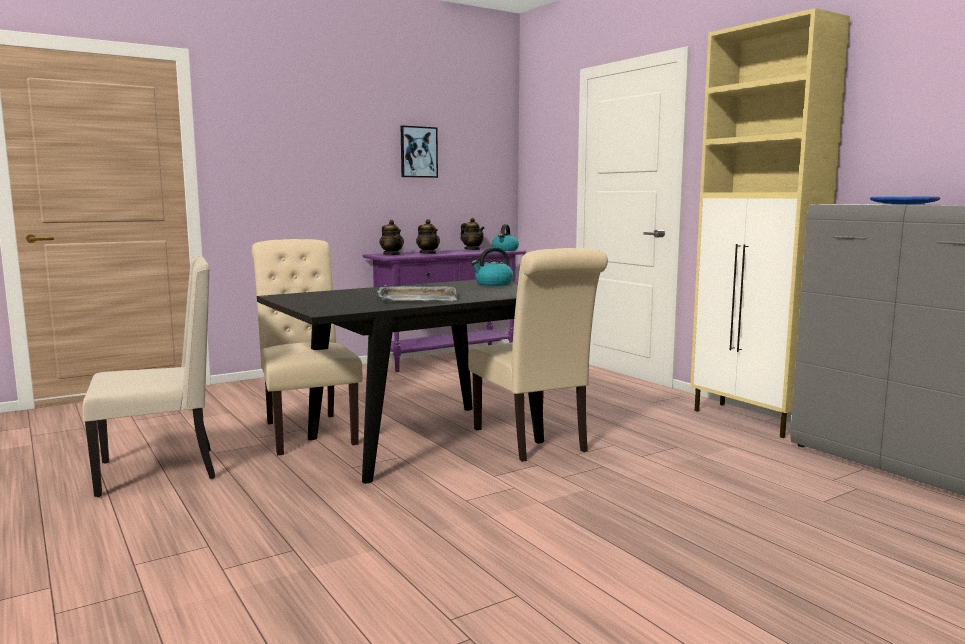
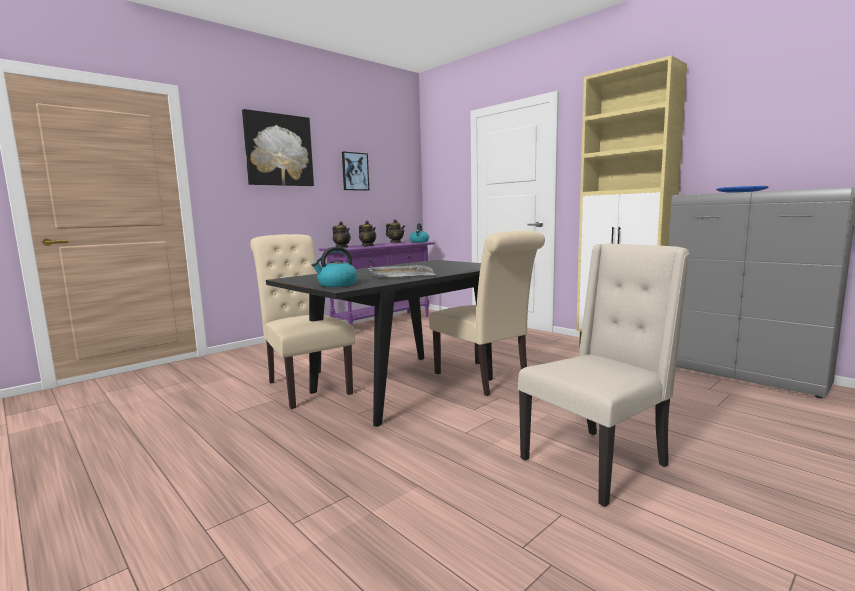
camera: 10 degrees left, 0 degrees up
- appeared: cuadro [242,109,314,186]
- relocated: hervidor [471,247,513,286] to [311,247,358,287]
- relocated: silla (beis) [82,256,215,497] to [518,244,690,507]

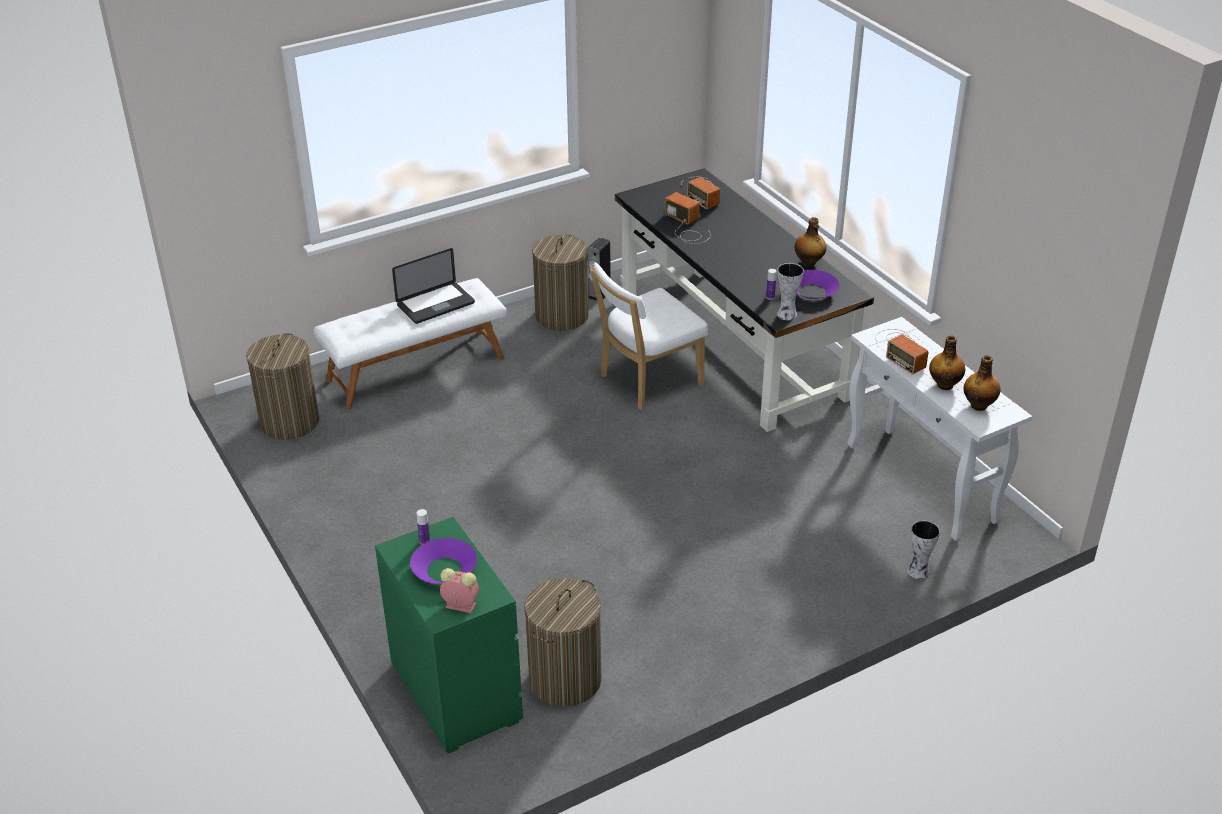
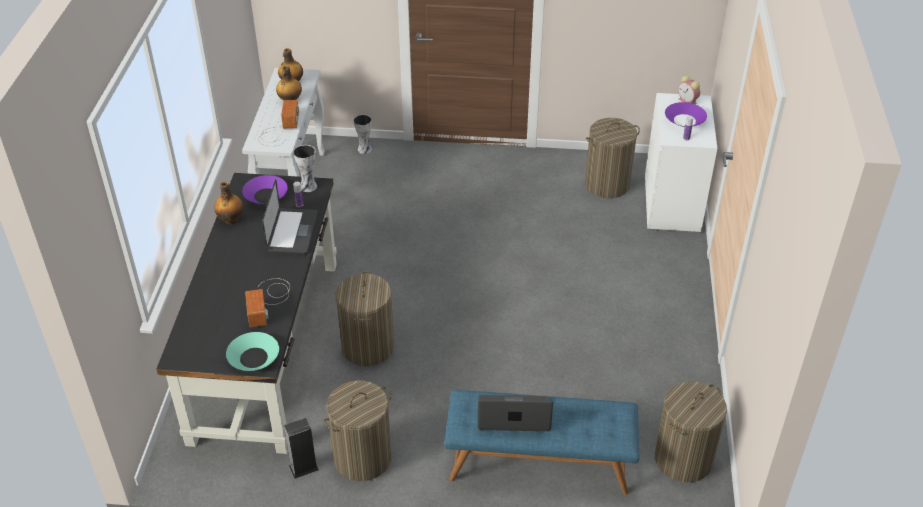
camera: 145 degrees left, 5 degrees up
- appeared: cuenco (turquesa) [226,332,279,371]
- appeared: portátil [262,179,318,254]
- exchanged: silla (blanco) [590,262,708,410] to cesto de la ropa [336,271,394,366]
- colour: banco (blanco) [314,278,507,410] to banco (azul) [444,390,639,495]
- colour: cómoda (verde) [375,517,523,754] to cómoda (blanco) [645,93,717,234]
- missing: radio [681,177,720,209]

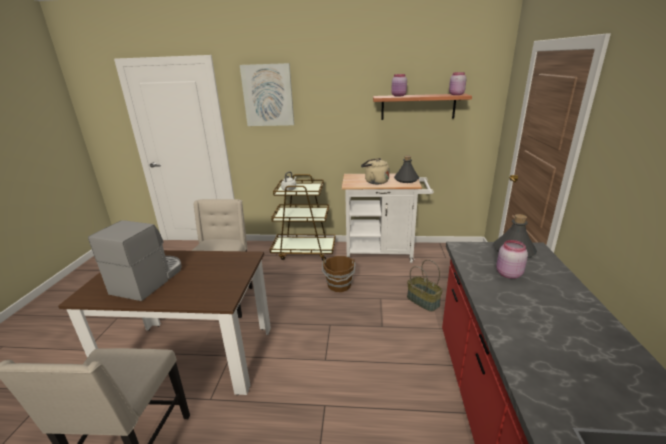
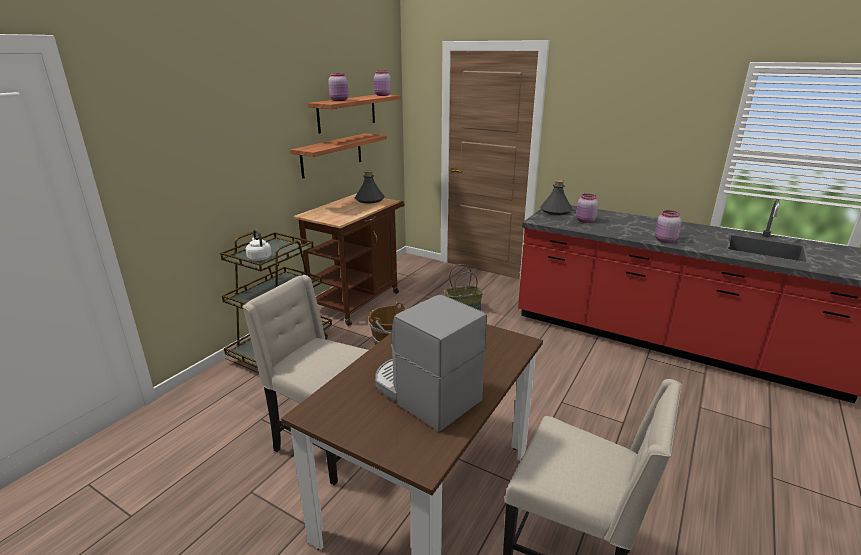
camera: 65 degrees left, 0 degrees up
- appeared: estante [291,133,387,179]
- colour: carrito (blanco) [341,173,434,263] to carrito (marrón) [294,193,405,326]
- appeared: tarro (rosa) [655,210,682,243]
- missing: cuadro [240,63,294,126]
- missing: hervidor (beis) [361,158,389,184]

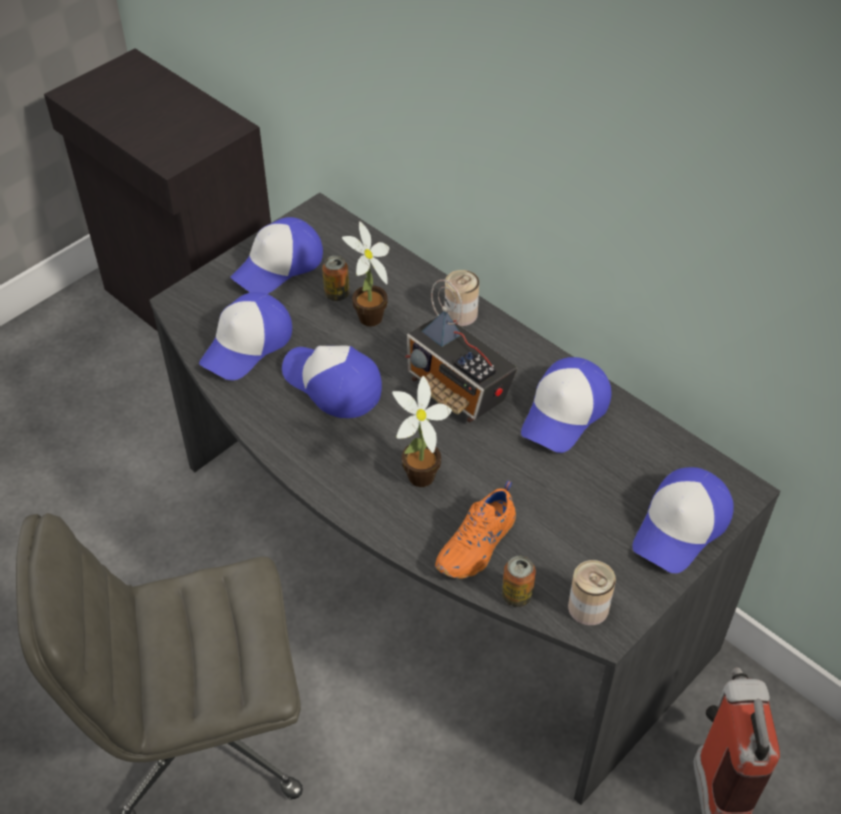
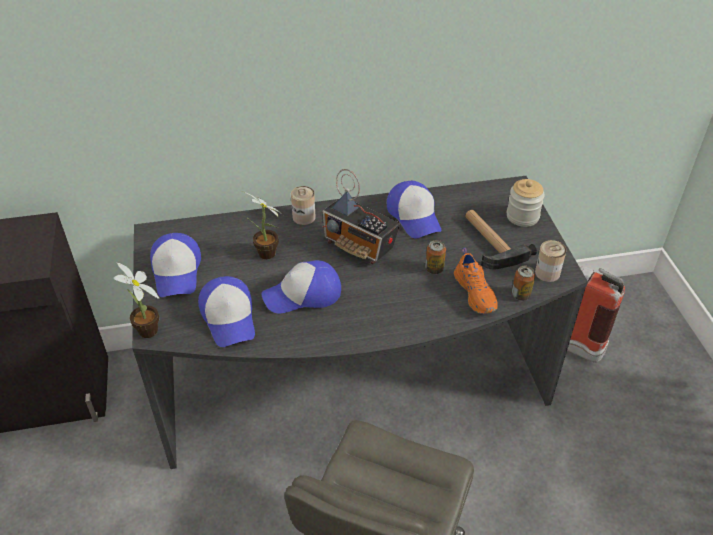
camera: 55 degrees left, 5 degrees down
- relocated: planta en maceta [392,375,452,487] to [113,262,159,338]
- spun: radio [405,279,517,423] = [322,169,400,265] 45 degrees clockwise
- relocated: lata [322,256,350,301] to [425,240,446,274]
- appeared: martillo [465,210,537,270]
- exchanged: gorra [632,467,734,573] to tarro [507,179,545,227]

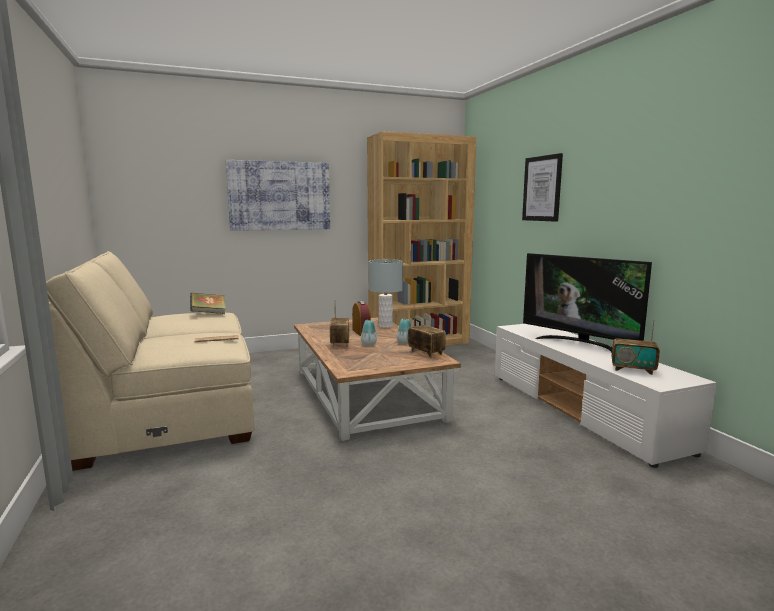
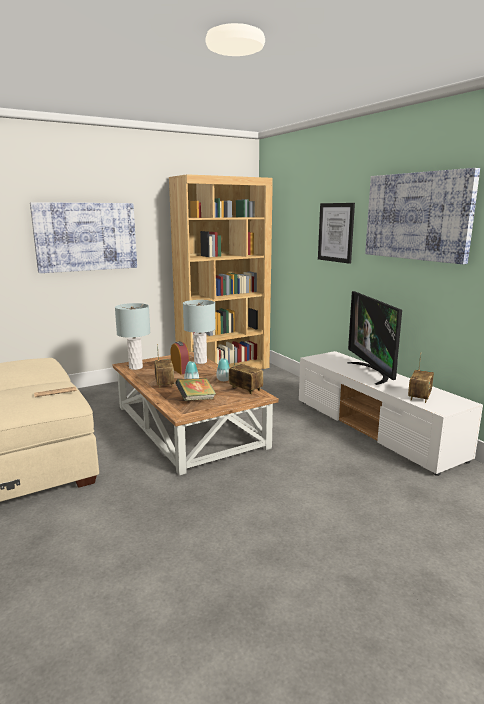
camera: 10 degrees left, 5 degrees up
- appeared: lámpara de mesa (gris) [115,303,150,370]
- relocated: libro [190,293,226,314] to [175,378,216,401]
- spun: televisor [523,253,652,353] = [348,291,402,385] 45 degrees clockwise
- appeared: cuadro [365,168,480,264]
- spun: radio [612,319,660,375] = [408,353,434,403] 75 degrees counterclockwise

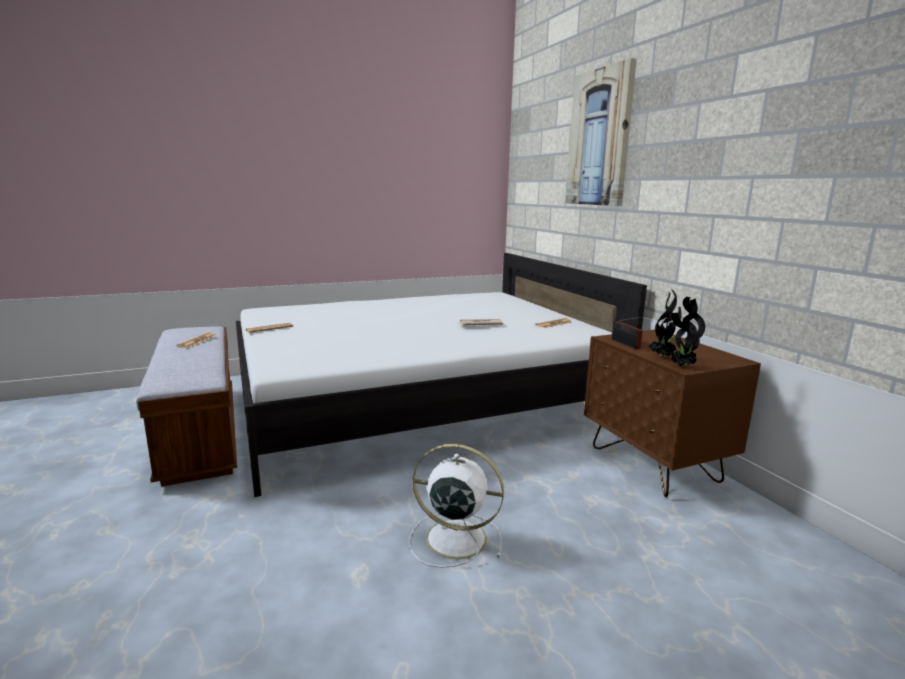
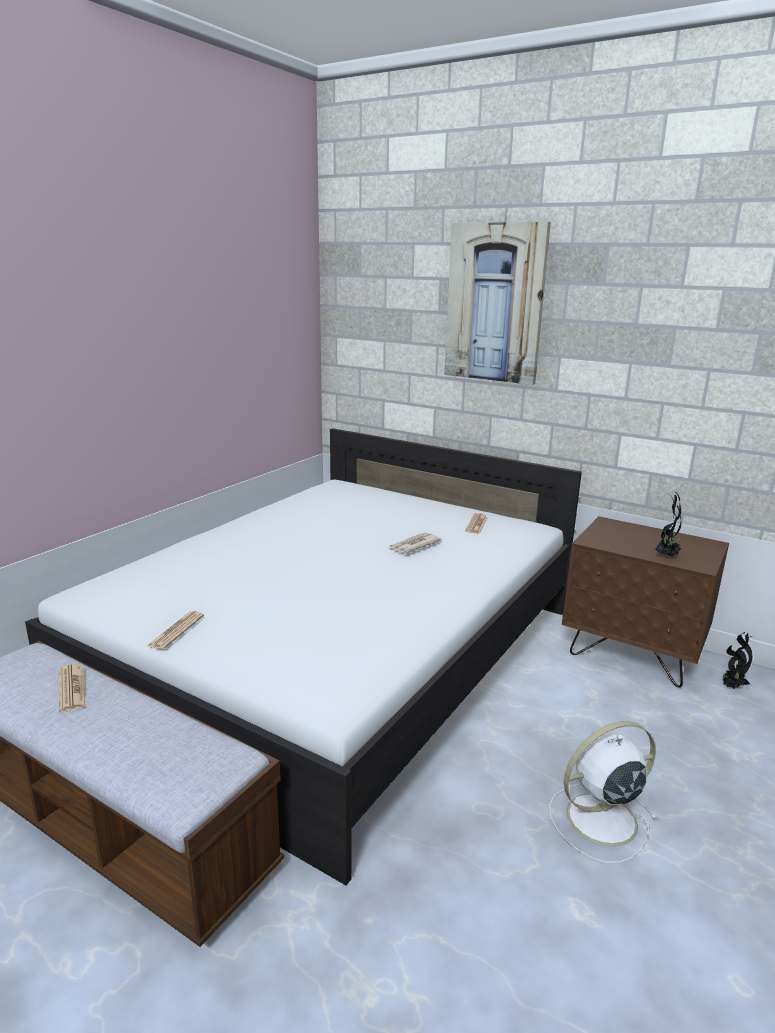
camera: 35 degrees left, 5 degrees up
- relocated: planta en maceta [671,297,705,367] to [722,632,752,689]
- missing: radio [612,316,647,349]

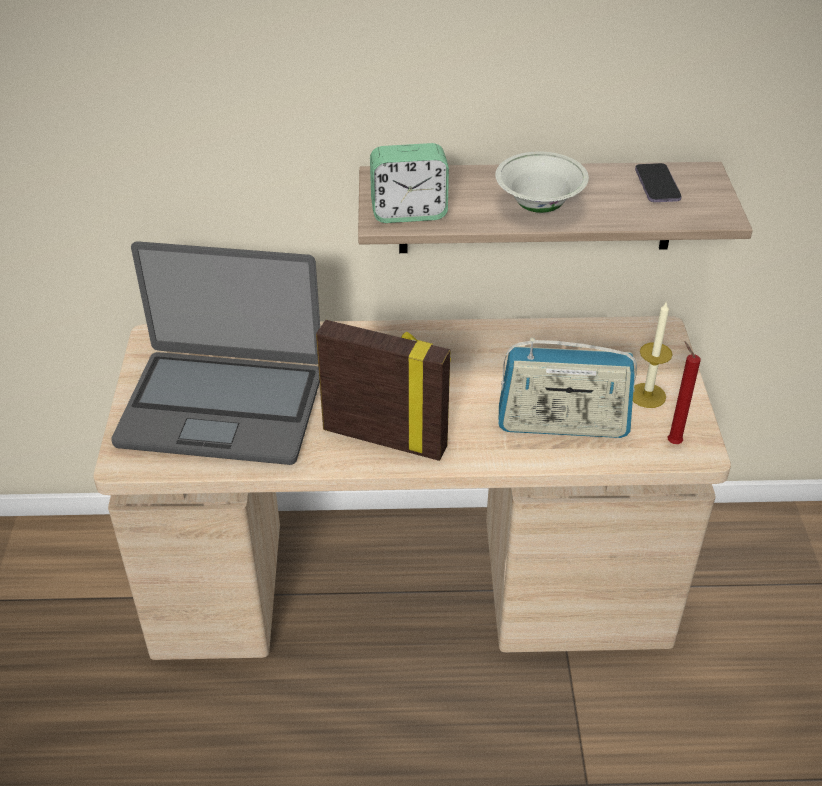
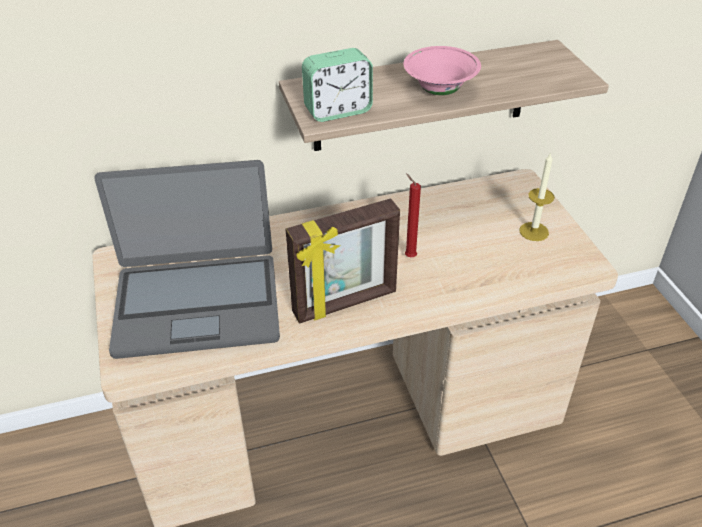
camera: 15 degrees left, 0 degrees up
- spun: portarretratos [316,320,451,461] = [285,198,400,323] 150 degrees clockwise
- colour: cuenco (blanco) [495,151,589,213] to cuenco (rosa) [403,46,481,95]
- relocated: vela (rojo) [668,341,701,444] to [405,174,421,257]
- missing: radio [498,338,637,438]
- missing: móvil [635,163,682,202]

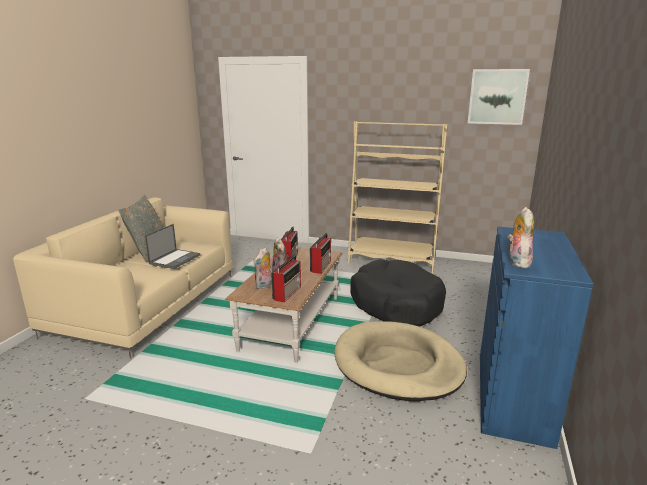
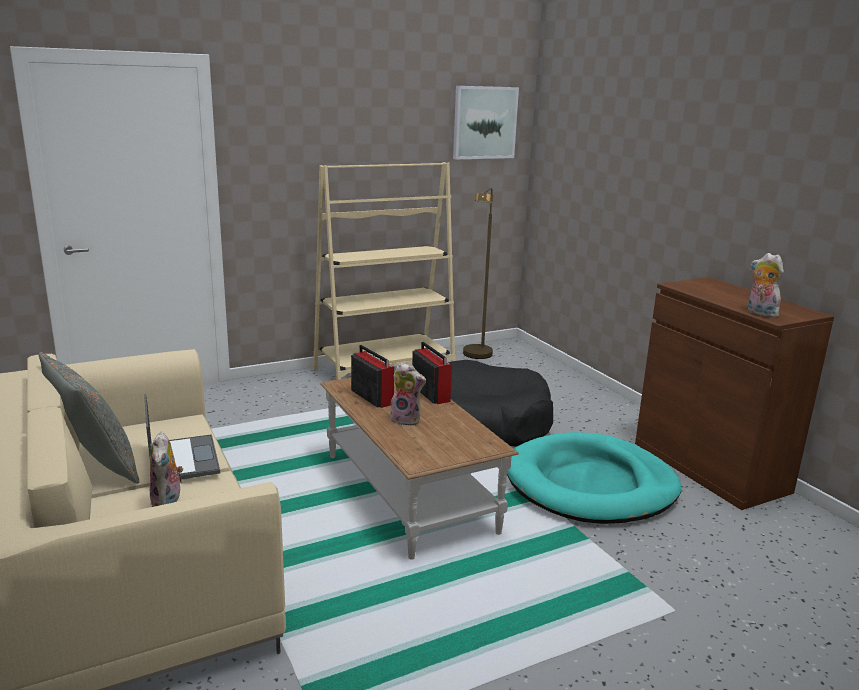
camera: 45 degrees left, 0 degrees up
- relocated: peluche [253,247,272,290] to [150,432,183,507]
- appeared: lámpara de pie (marrón) [463,187,493,359]
- colour: cama para perro (beis) [334,321,467,401] to cama para perro (turquesa) [507,432,681,524]
- colour: armario (azul) [480,227,593,449] to armario (marrón) [635,277,834,510]
- missing: radio [271,255,301,303]

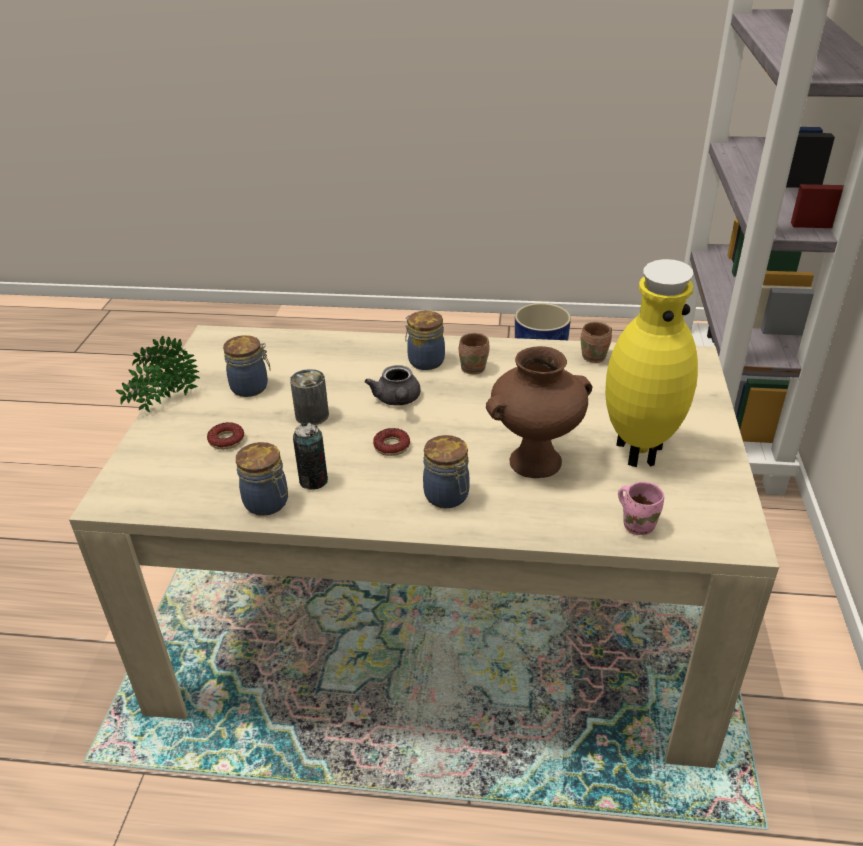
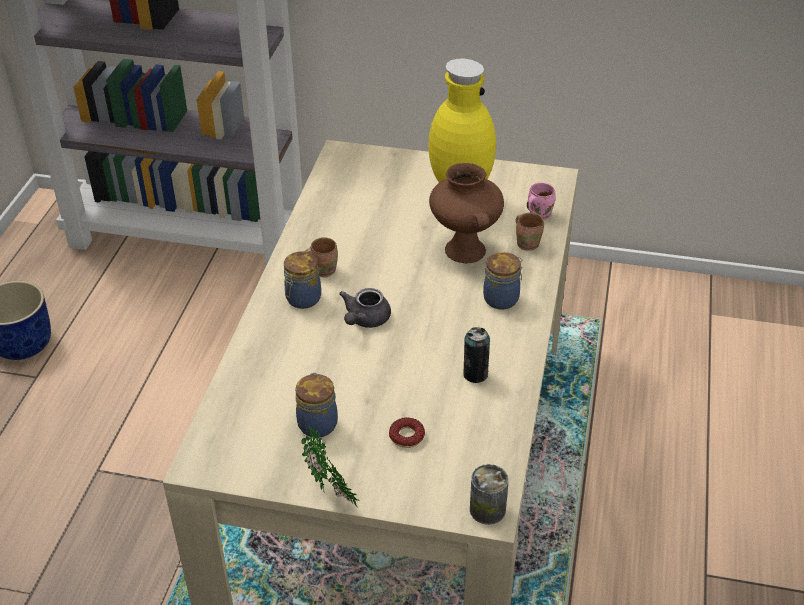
camera: 85 degrees left, 5 degrees up
- spun: tetera (gris) [365,365,421,406] = [339,288,391,328] 120 degrees clockwise
- relocated: lata [290,369,329,425] to [470,464,509,524]
- relocated: taza grande (marrón) [581,322,612,363] to [516,213,544,251]
- missing: tarro [236,442,288,516]
- missing: rosquilla [373,428,410,456]

